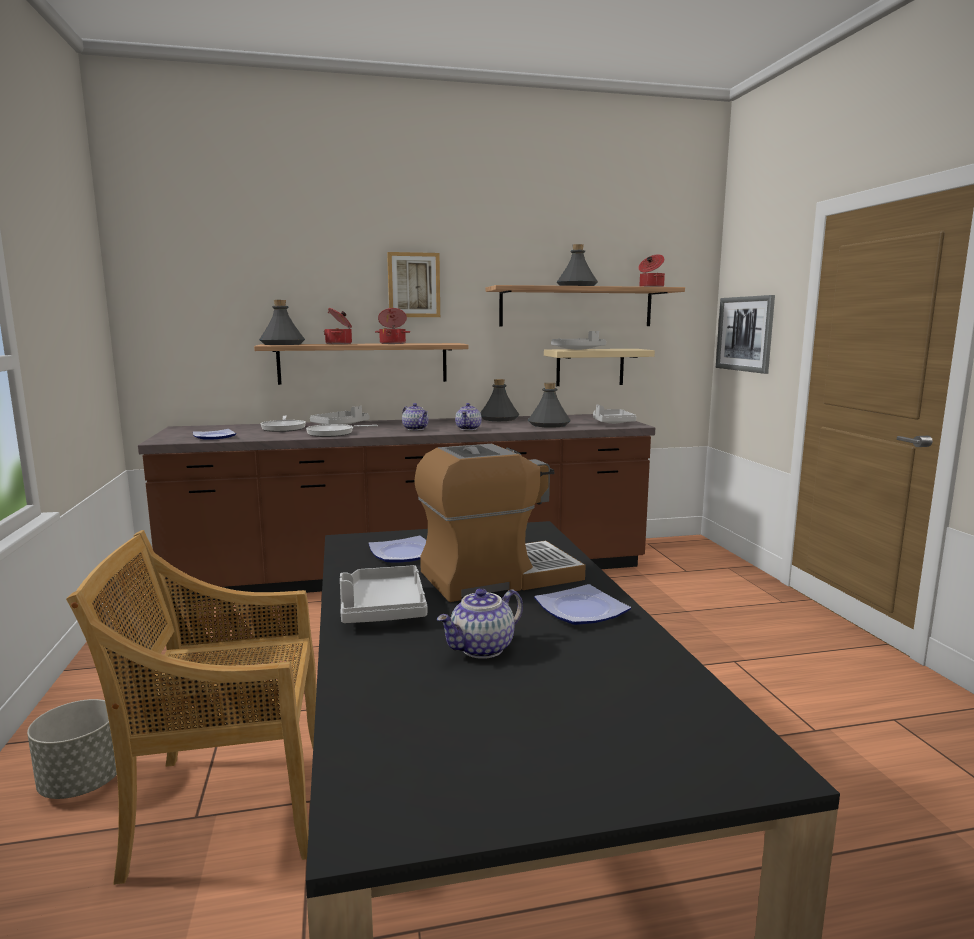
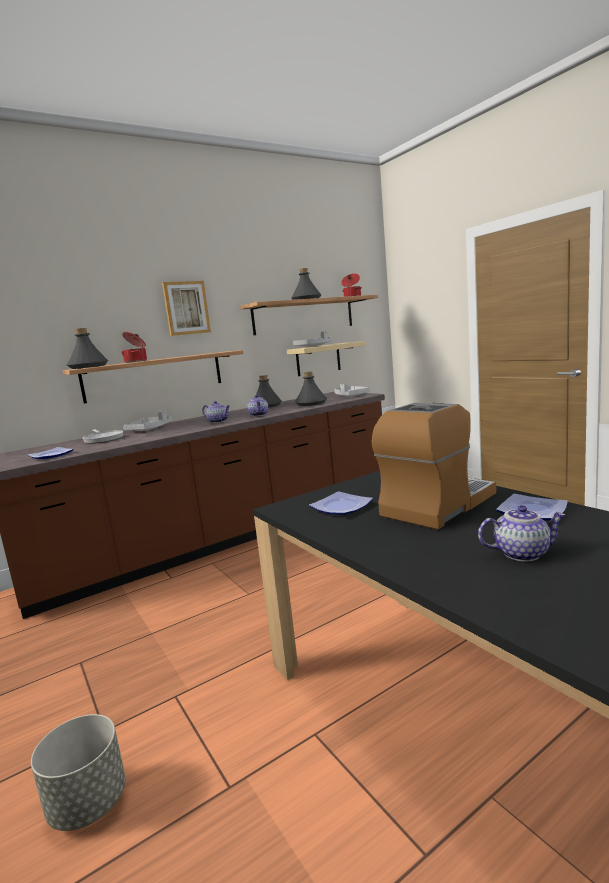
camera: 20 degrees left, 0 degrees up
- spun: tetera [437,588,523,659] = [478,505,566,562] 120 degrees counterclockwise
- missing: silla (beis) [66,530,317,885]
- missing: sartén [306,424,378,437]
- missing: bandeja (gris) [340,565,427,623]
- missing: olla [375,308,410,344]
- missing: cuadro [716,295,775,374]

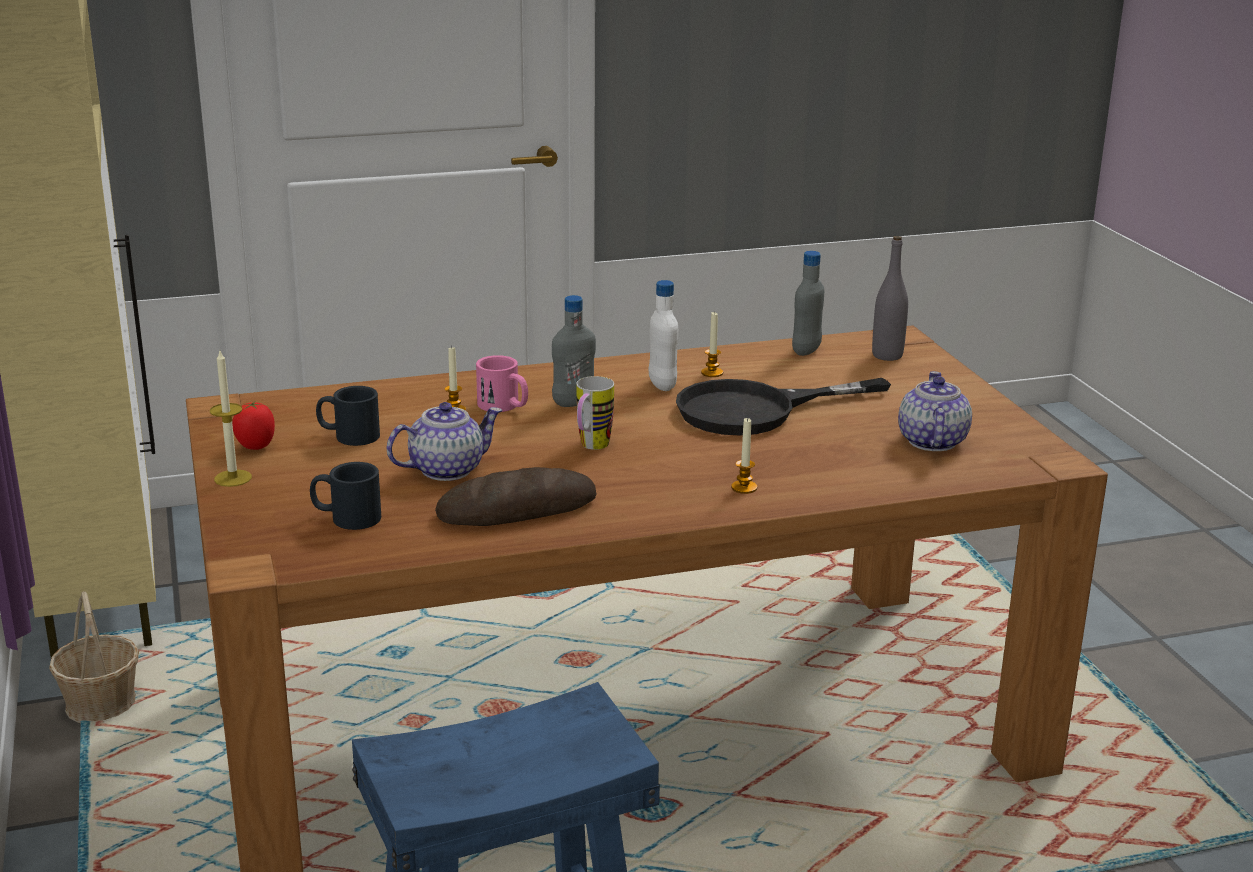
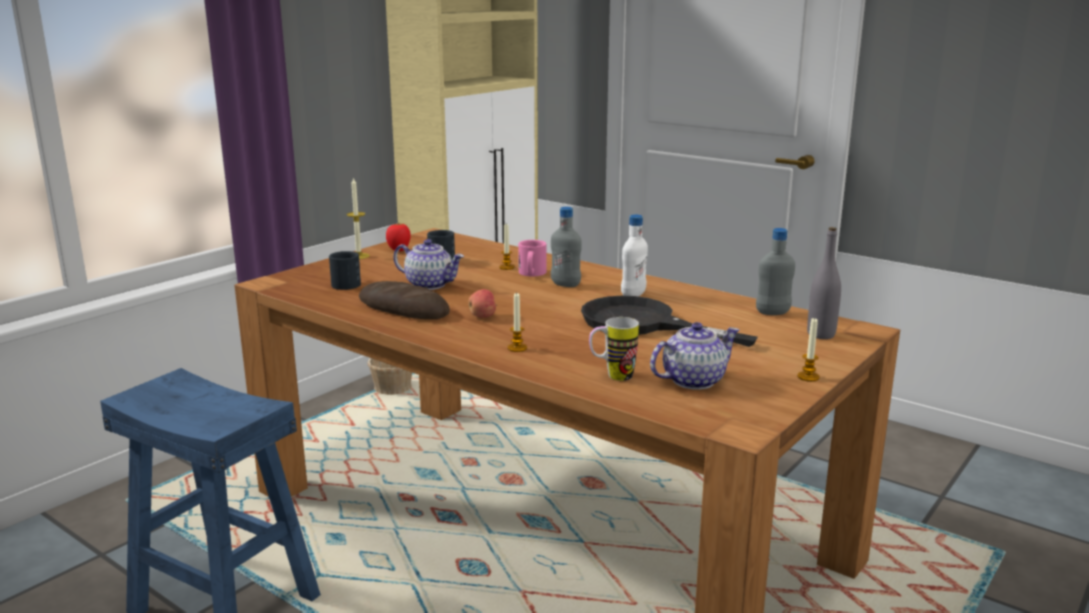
camera: 55 degrees right, 5 degrees down
- appeared: manzana [468,289,497,318]
- relocated: taza grande [576,376,614,450] to [589,317,639,381]
- relocated: vela [701,311,723,377] to [797,318,820,382]

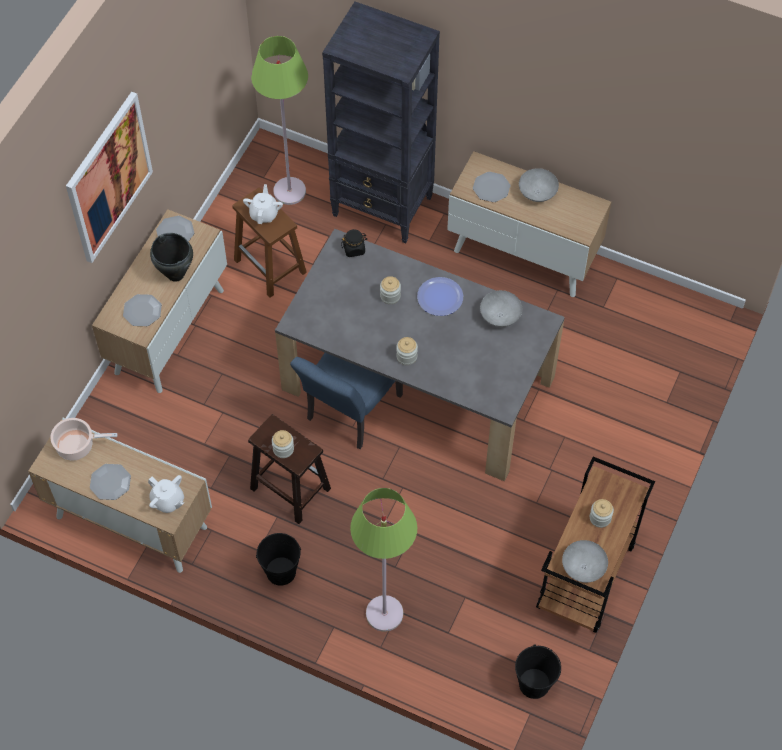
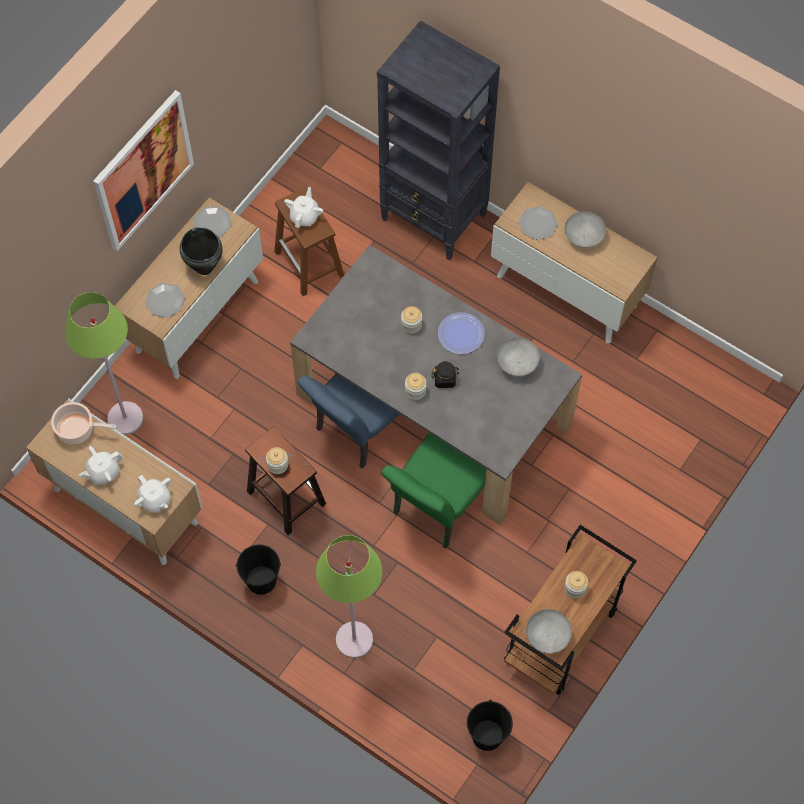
camera: 10 degrees right, 5 degrees up
- relocated: lámpara de pie (verde) [251,36,308,205] to [65,292,143,435]
- exchanged: plato [90,464,131,500] to tetera (blanco) [79,446,123,484]
- appeared: silla (verde) [381,433,487,549]
- relocated: tarro (negro) [341,229,367,257] to [432,361,459,388]

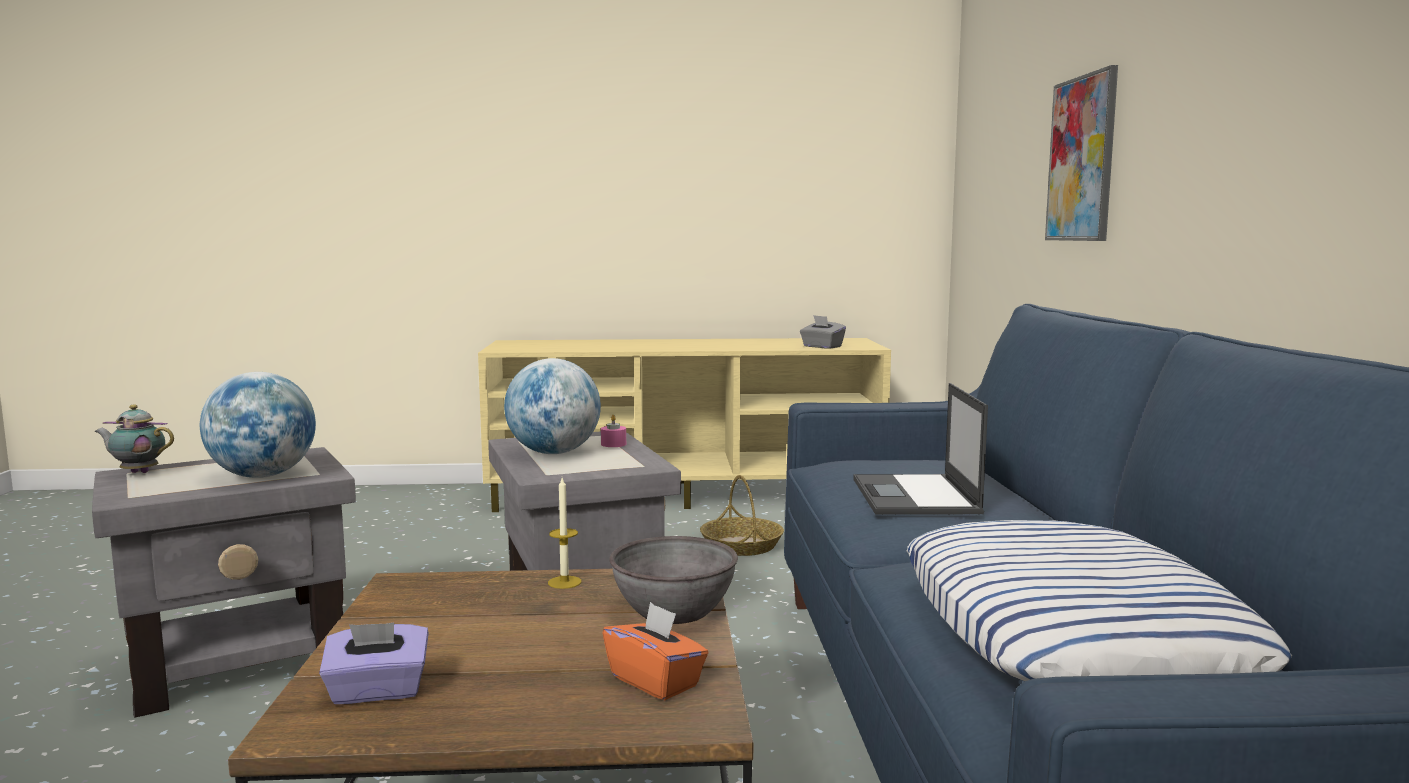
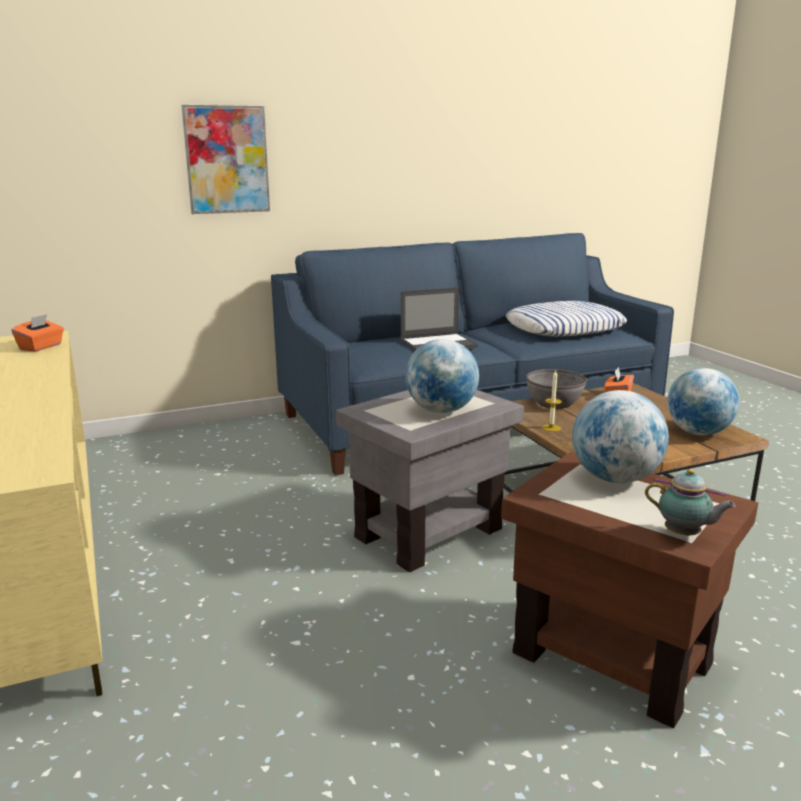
camera: 110 degrees left, 10 degrees up
- colour: caja de pañuelos (gris) [800,315,846,349] to caja de pañuelos (naranja) [11,314,64,352]
- colour: mesa auxiliar (gris) [92,447,356,718] to mesa auxiliar (marrón) [501,452,758,728]
- spun: tetera [95,405,174,473] = [645,469,735,536] 45 degrees counterclockwise
- exchanged: caja de pañuelos (morado) [319,623,429,704] to globo terráqueo [667,368,739,435]
- missing: vela (rosa) [601,415,626,447]
- missing: cesta [700,475,784,556]

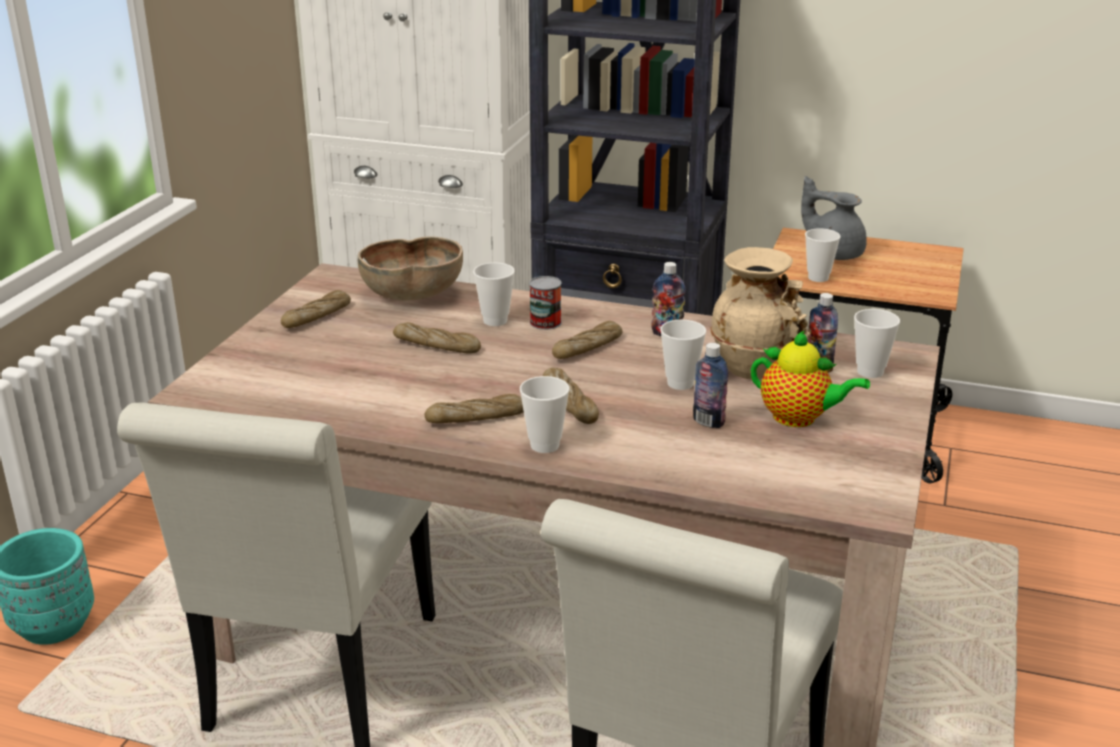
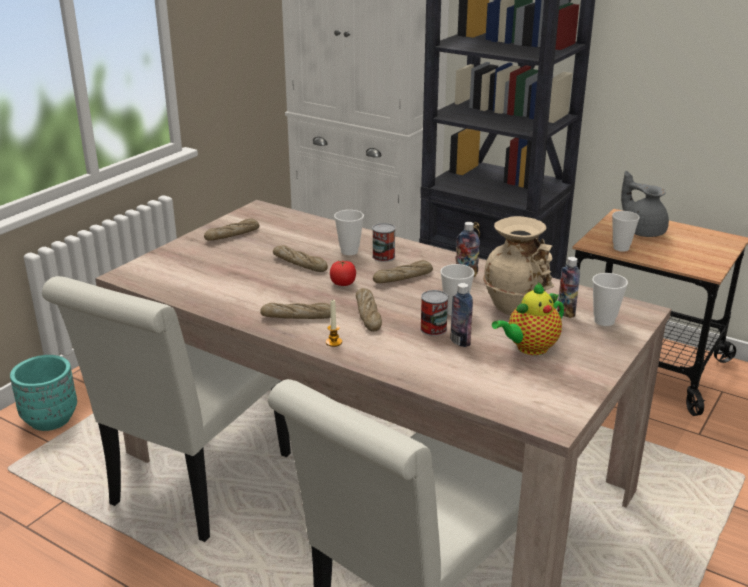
camera: 15 degrees right, 0 degrees up
- exchanged: taza [520,376,570,453] to vela [326,300,342,347]
- appeared: tomate [330,261,356,286]
- appeared: lata [420,290,448,336]
- spun: tetera [751,331,870,427] = [492,283,564,355] 105 degrees clockwise
- missing: cuenco (marrón) [358,236,463,301]

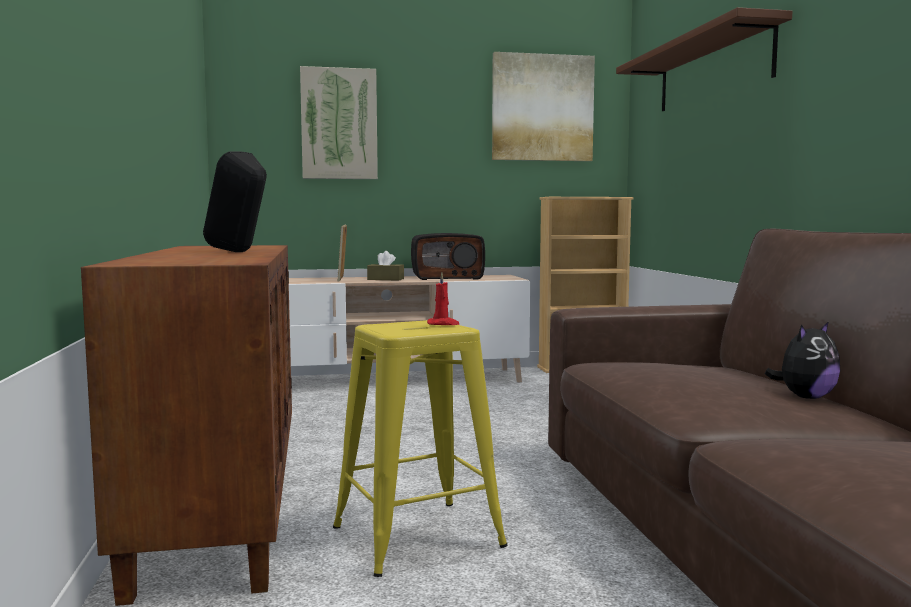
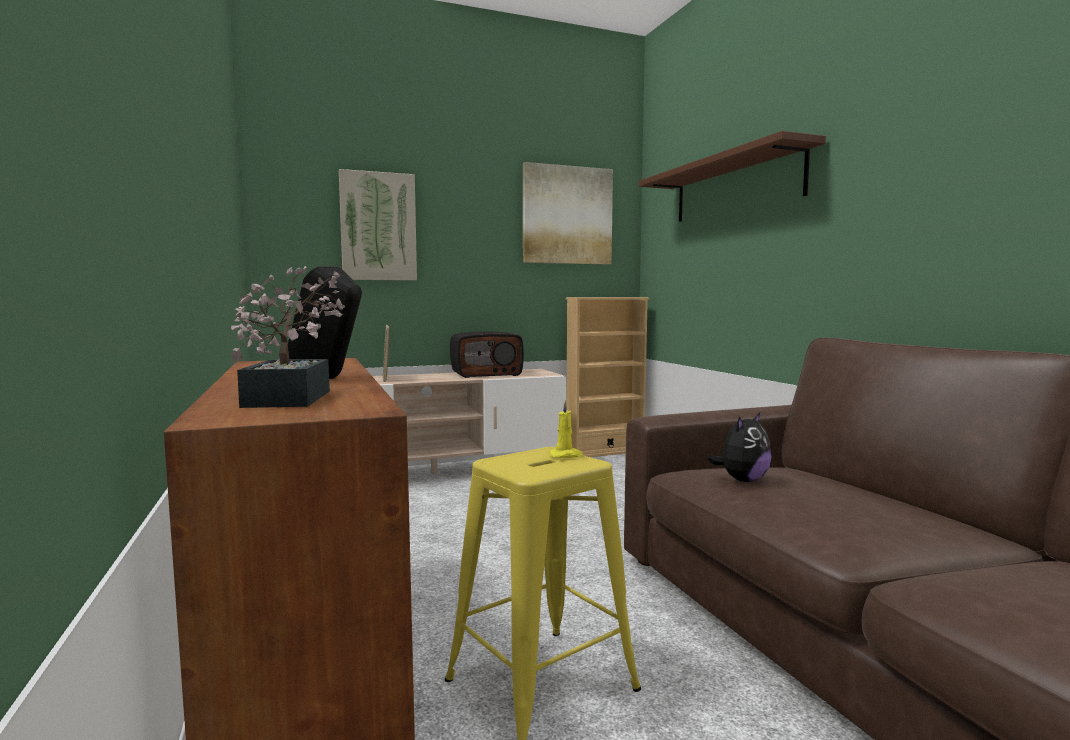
camera: 10 degrees left, 0 degrees up
- appeared: planta en maceta [231,266,346,408]
- colour: vela (rojo) [427,273,459,325] to vela (amarillo) [549,400,583,458]
- relocated: peluche [765,321,840,399] to [707,412,772,482]
- missing: caja de pañuelos (marrón) [367,251,404,280]

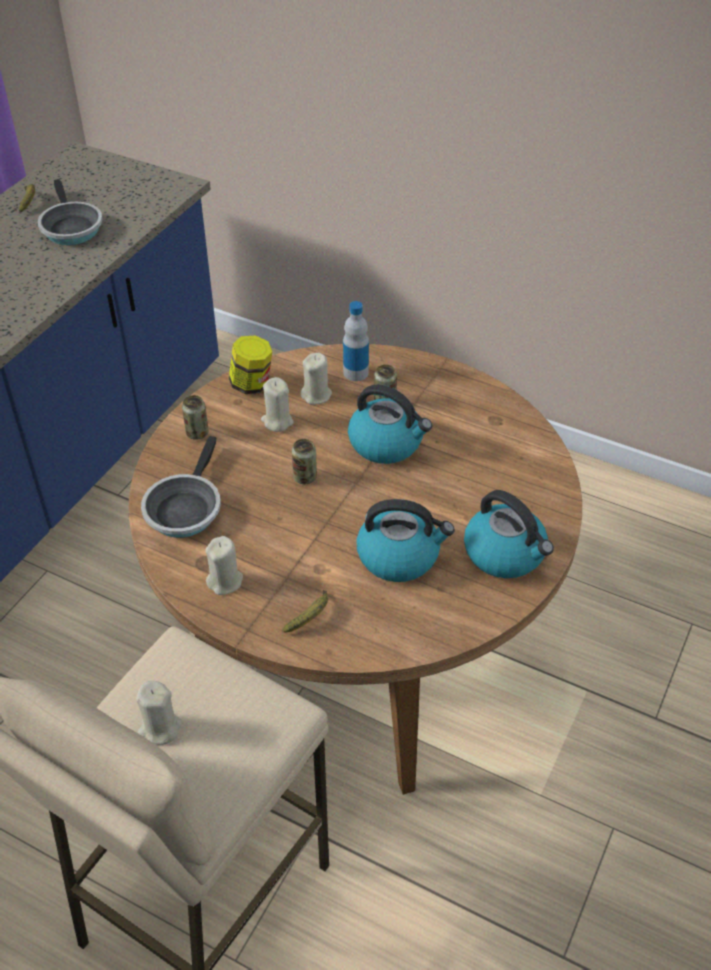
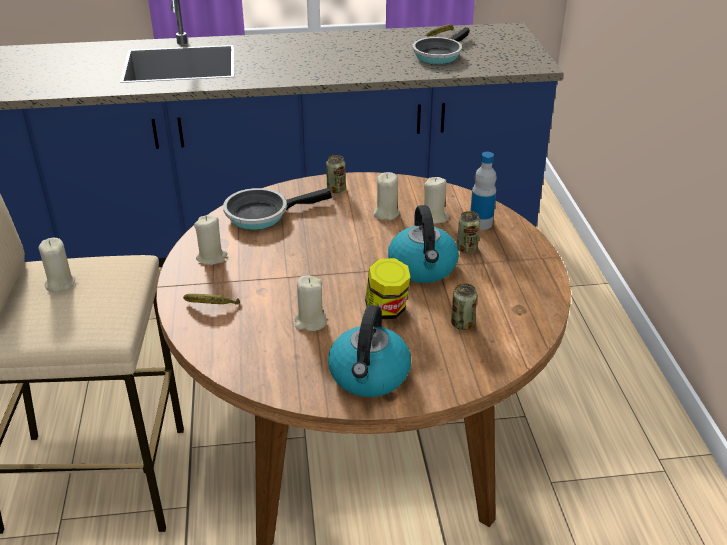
camera: 55 degrees right, 10 degrees down
- exchanged: hervidor [357,499,455,582] to vela (beis) [294,276,327,331]
- relocated: tarro [229,335,272,394] to [365,258,411,319]
- relocated: lata [292,439,317,484] to [451,283,477,330]

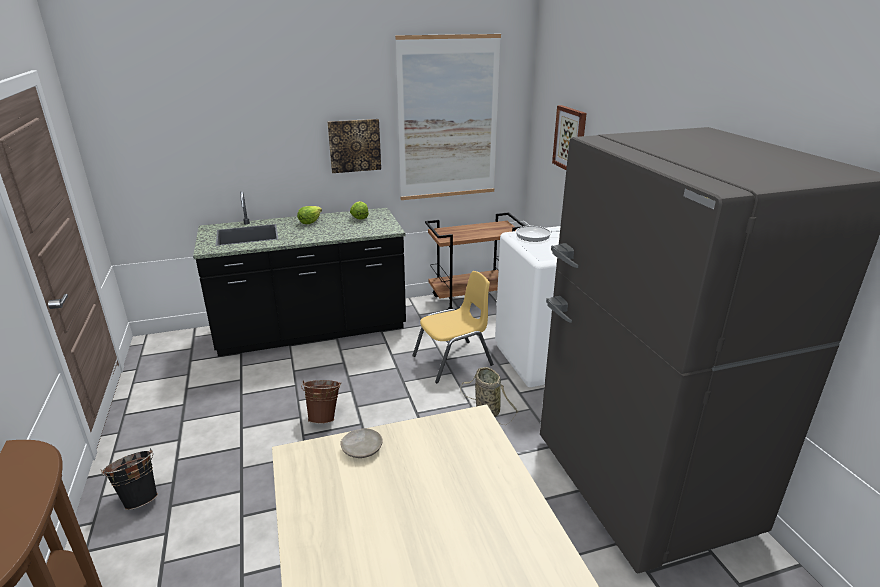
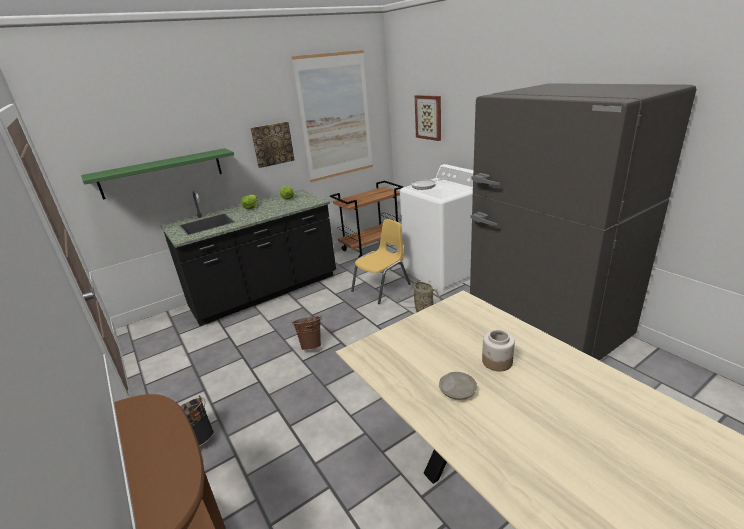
camera: 15 degrees left, 0 degrees up
- appeared: estante (verde) [81,148,234,200]
- relocated: plato (beis) [340,428,383,458] to [439,372,477,400]
- appeared: tarro [482,330,515,371]

